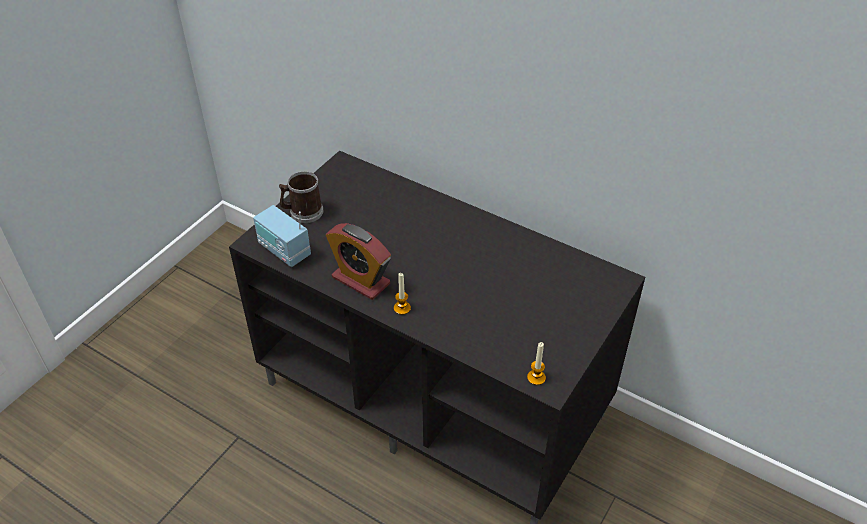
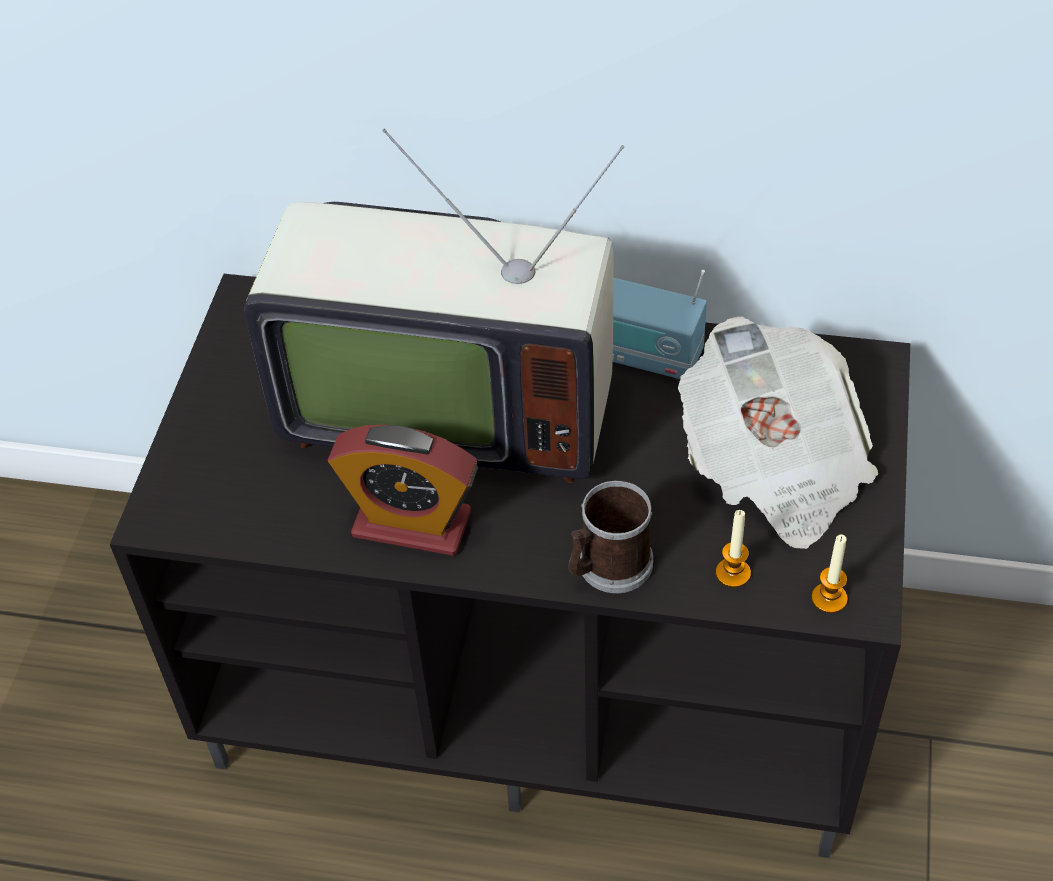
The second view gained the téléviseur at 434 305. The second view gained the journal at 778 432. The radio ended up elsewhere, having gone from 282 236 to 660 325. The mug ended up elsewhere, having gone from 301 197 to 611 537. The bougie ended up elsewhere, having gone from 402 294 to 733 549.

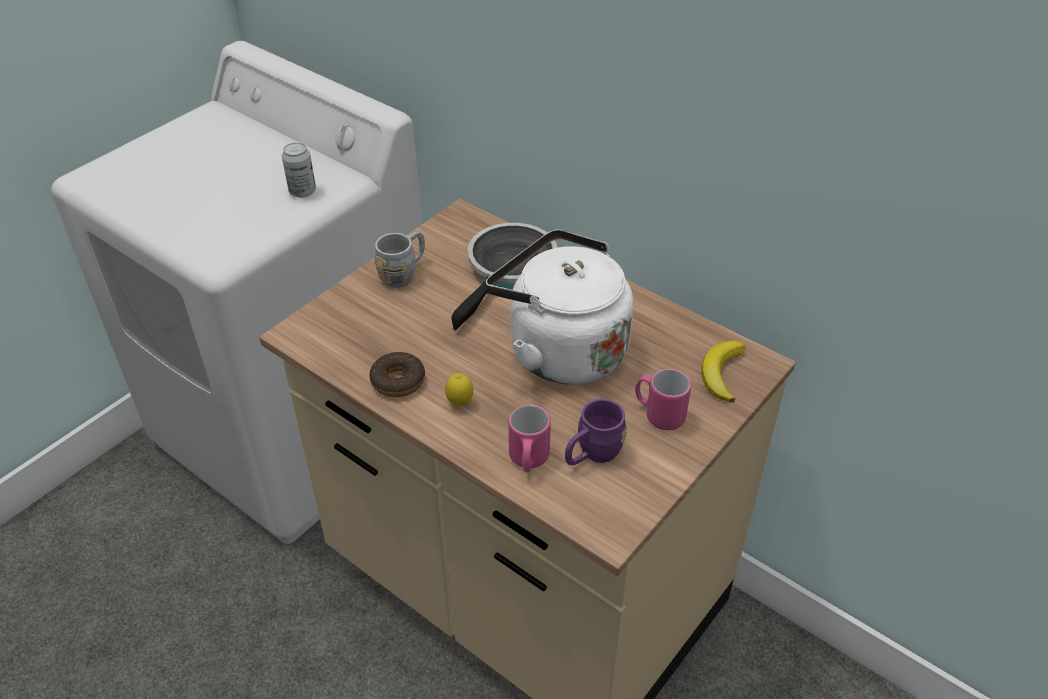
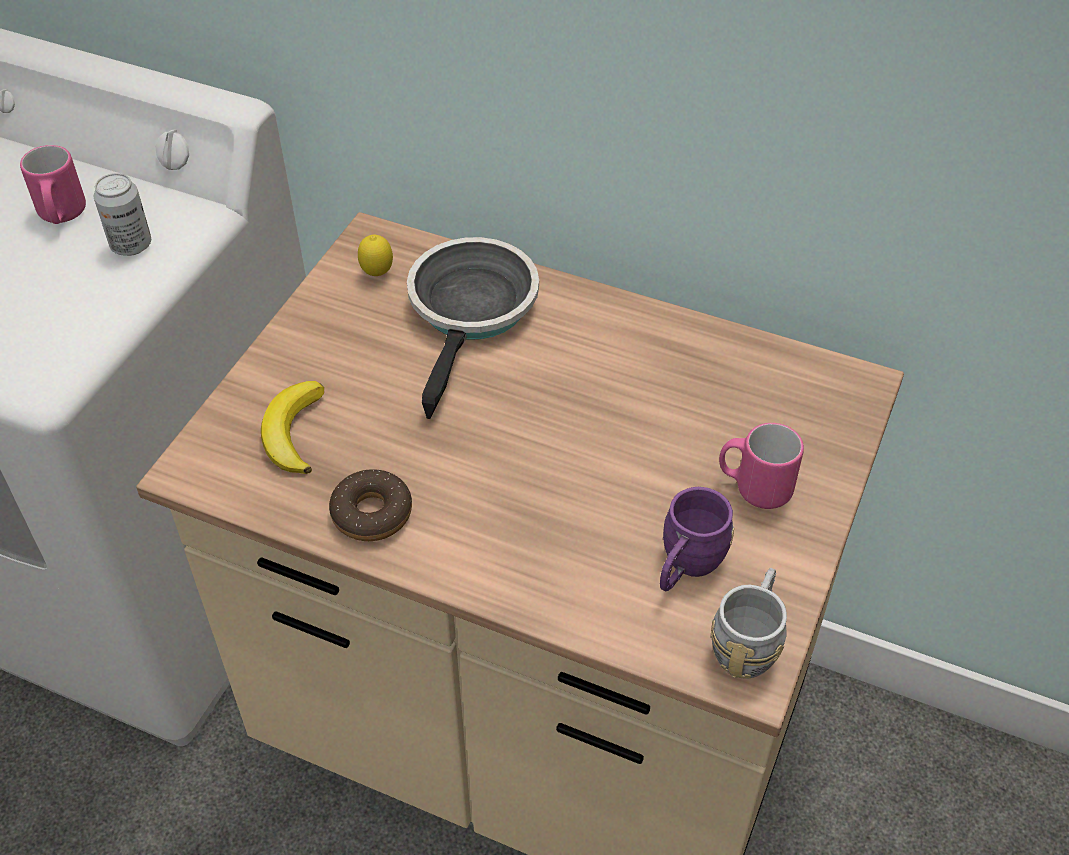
The second view lost the bouilloire/blanc at 559 307. The mug/gris ended up elsewhere, having gone from 399 259 to 749 623. The citron ended up elsewhere, having gone from 459 389 to 375 255. The mug/rose ended up elsewhere, having gone from 529 438 to 53 184. The banane ended up elsewhere, having gone from 723 372 to 292 427.

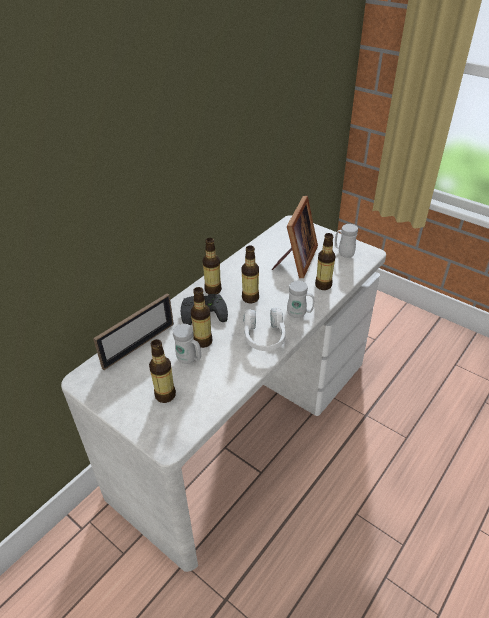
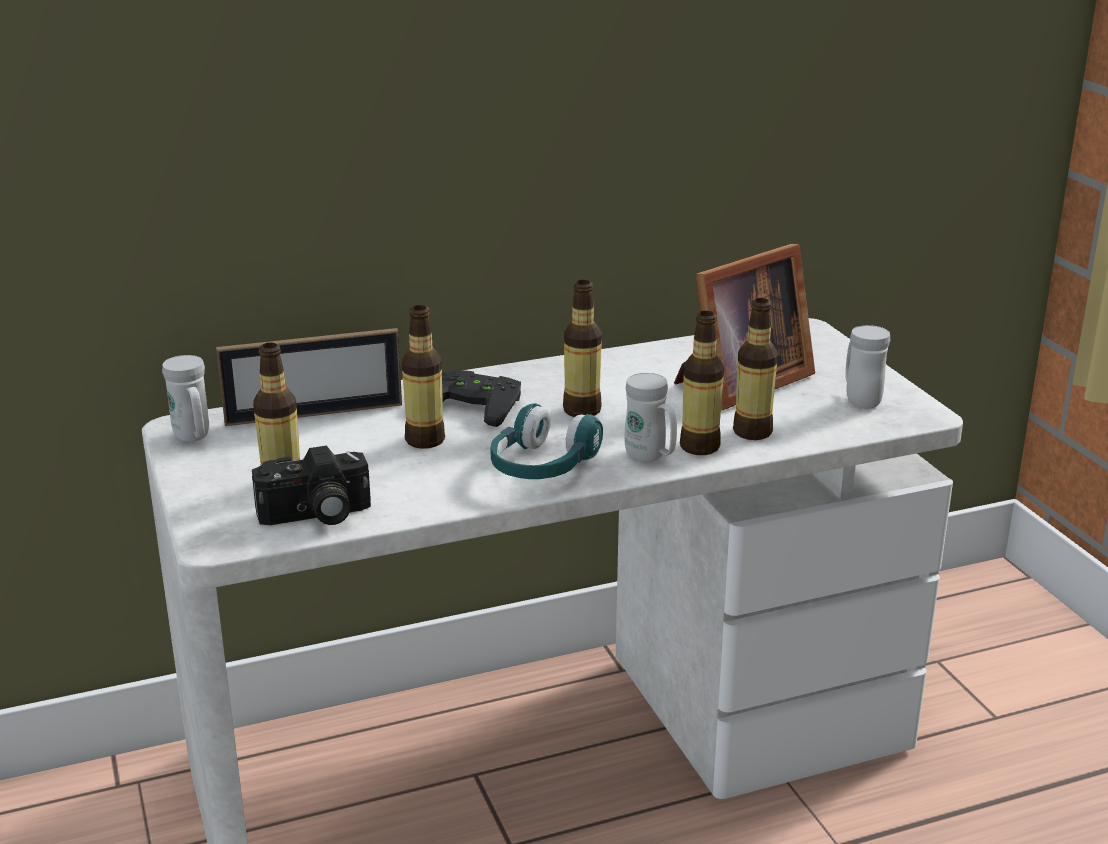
The second view gained the appareil photo at 311 485. The mug/blanc ended up elsewhere, having gone from 187 344 to 185 398. The bouteille ended up elsewhere, having gone from 212 266 to 702 383. What was the casque audio/blanc at 264 329 turned into the casque audio/turquoise at 546 441.

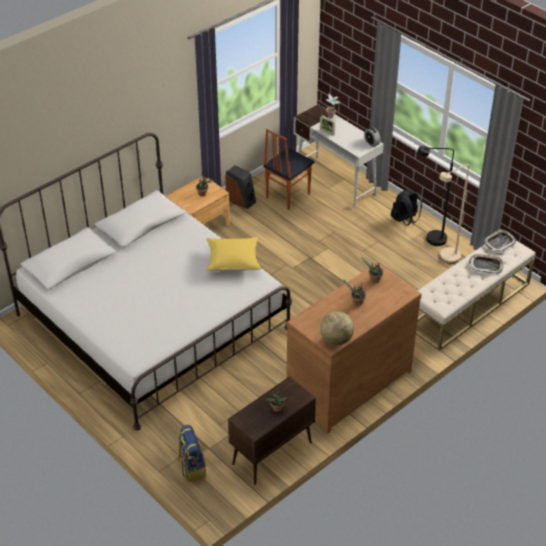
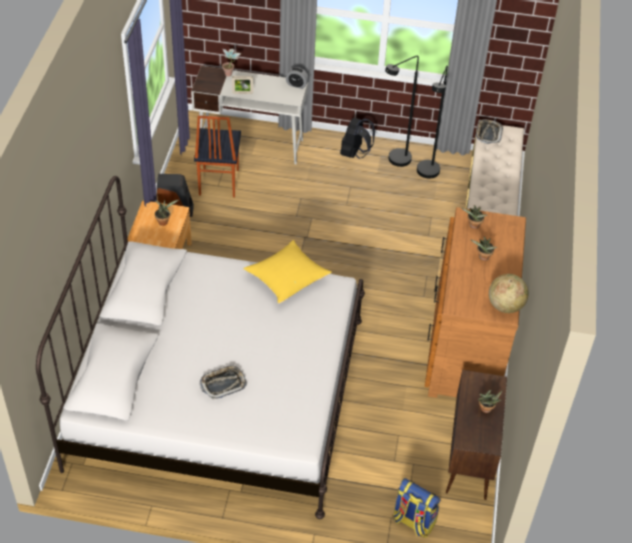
The plateau ended up elsewhere, having gone from 486 264 to 223 382. What was the lampadaire/beige at 454 214 turned into the lampadaire/noir at 432 122.

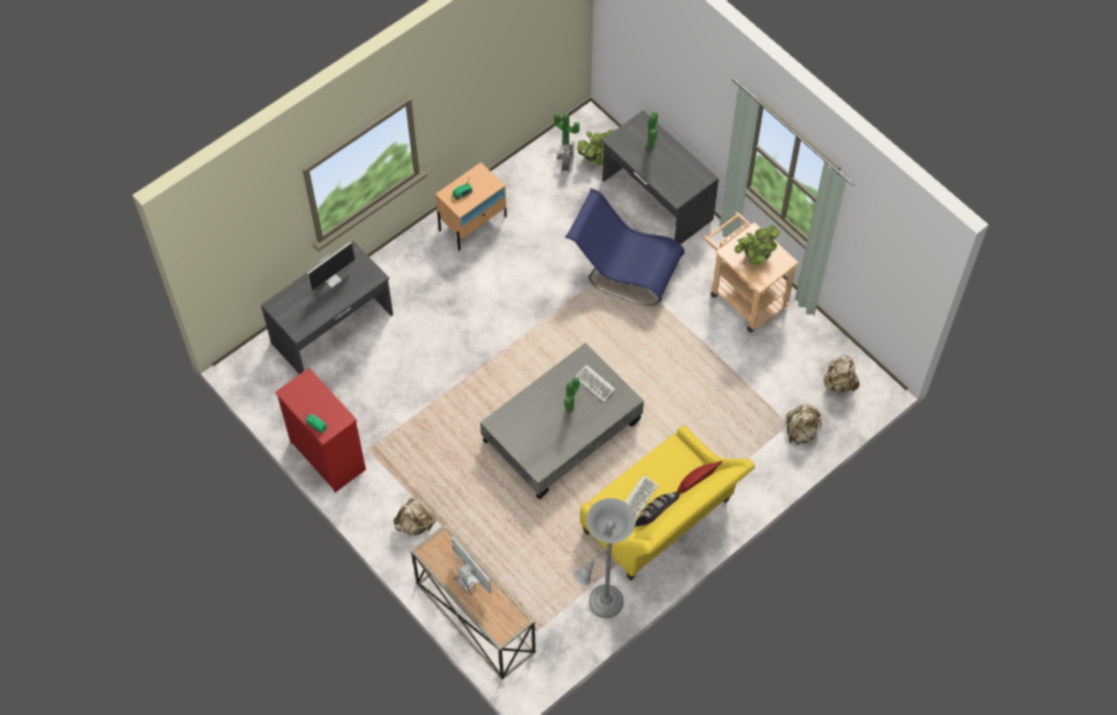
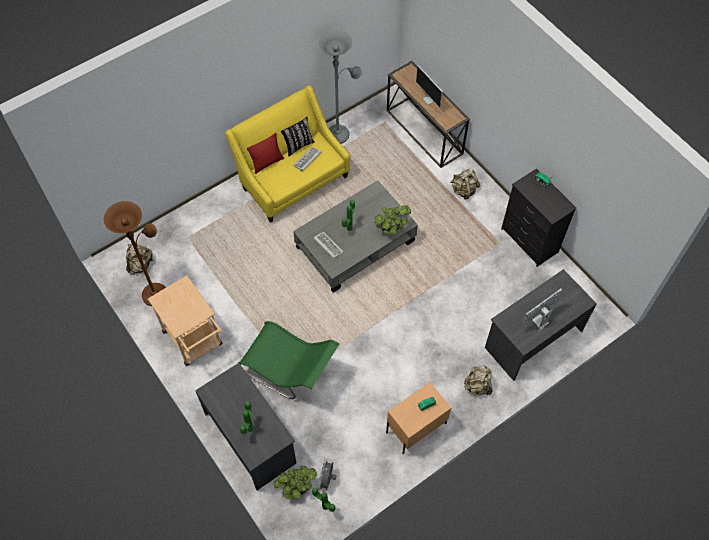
The second view gained the lampadaire/marron at 135 253. The plante en pot ended up elsewhere, having gone from 757 245 to 393 220. The sac à dos/beige ended up elsewhere, having gone from 804 425 to 478 380. What was the commode/rouge at 320 430 turned into the commode/noir at 539 217. What was the chaise/bleu at 625 247 turned into the chaise/vert at 288 360.

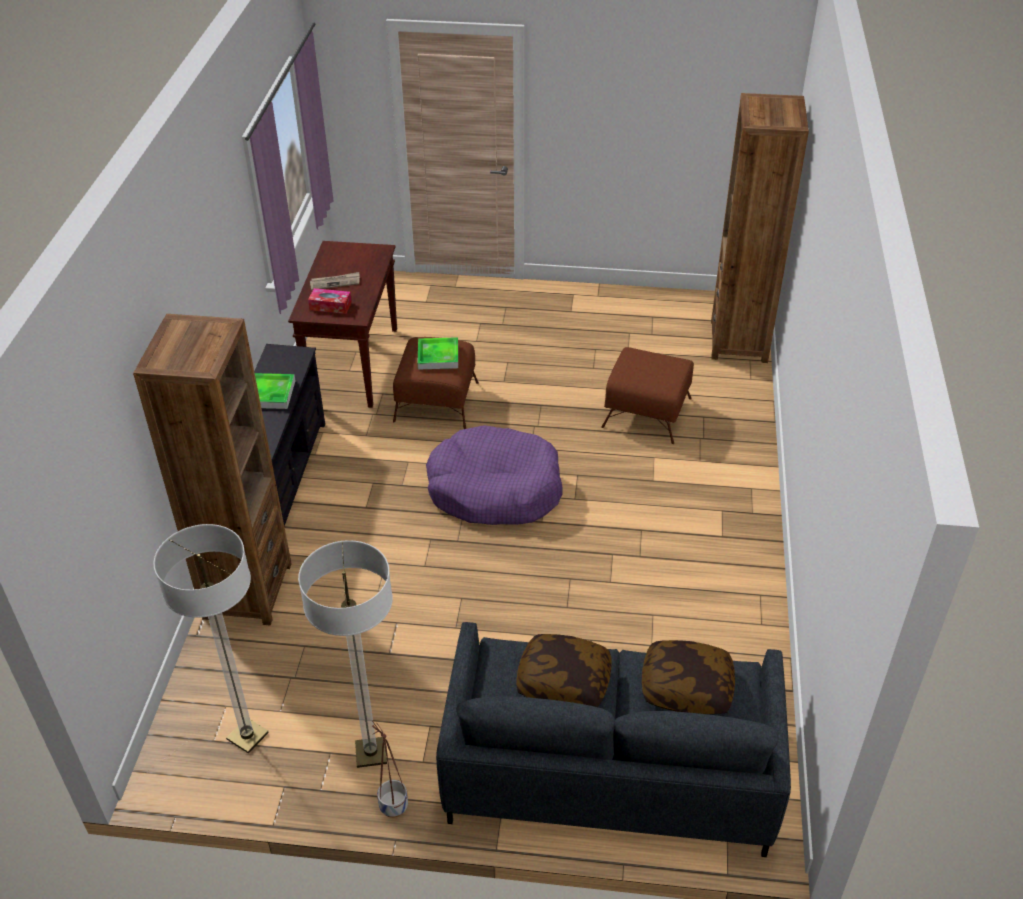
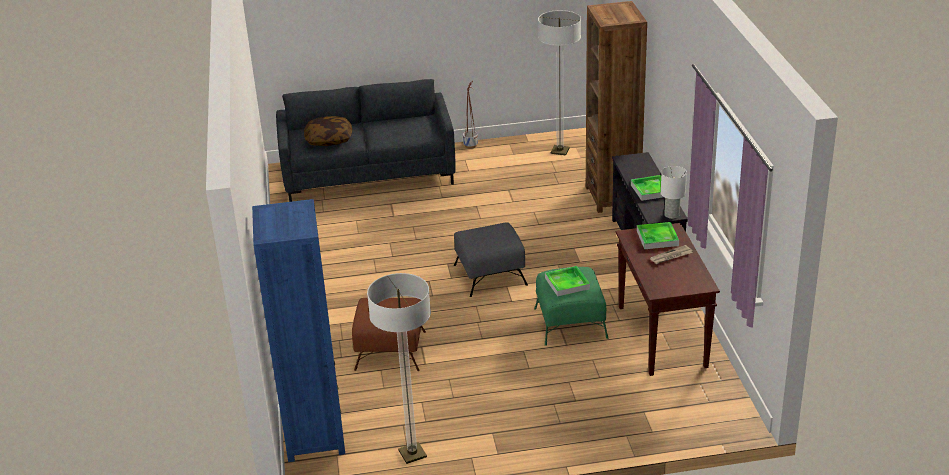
The second view lost the coussin at 564 670. The second view gained the lampe de table/blanc at 674 192. The lampadaire ended up elsewhere, having gone from 345 654 to 399 368. Where the boîte à mouchoirs stood at 330 301, the plateau came to stand at 658 235. Where the panier pour chien/violet stood at 494 475, the pouf/gris came to stand at 491 259. What was the pouf/marron at 436 383 turned into the pouf/vert at 571 306. What was the bibliothèque/marron at 760 228 turned into the bibliothèque/bleu at 298 330.

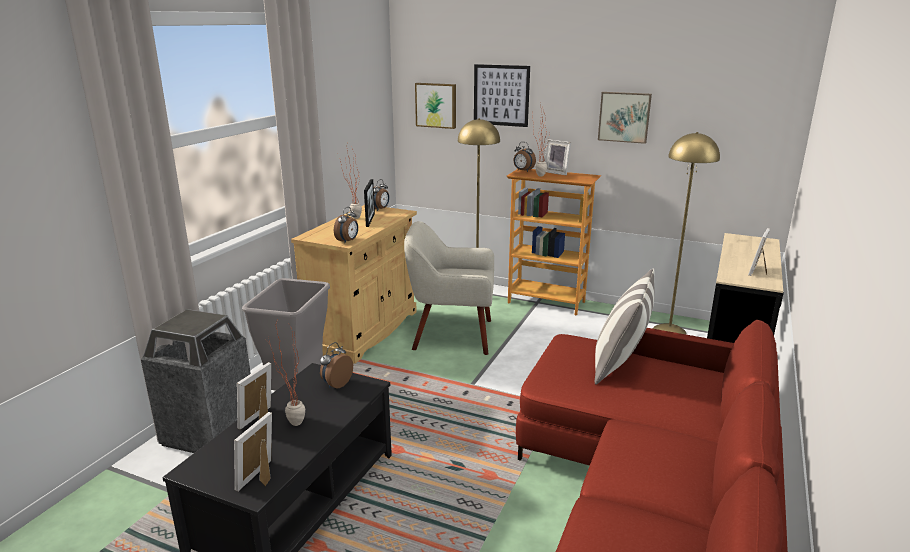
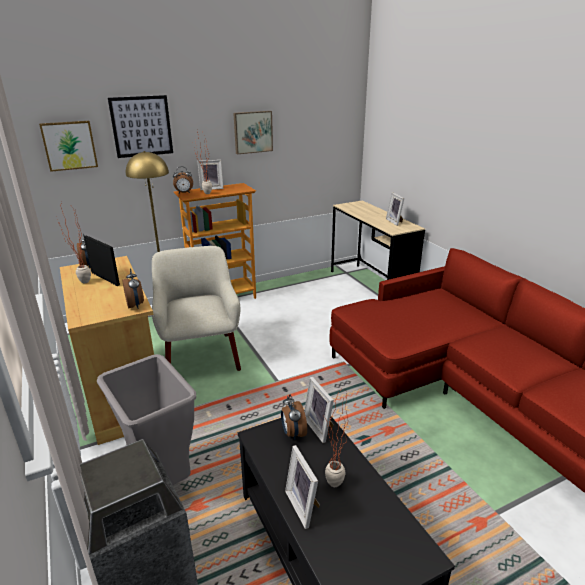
The second view lost the coussin at 625 327. The second view lost the lampadaire/jaune at 686 233. The cadre photo ended up elsewhere, having gone from 253 452 to 319 410. The fauteuil/beige at 449 288 ended up facing another way, 120 degrees clockwise from before.

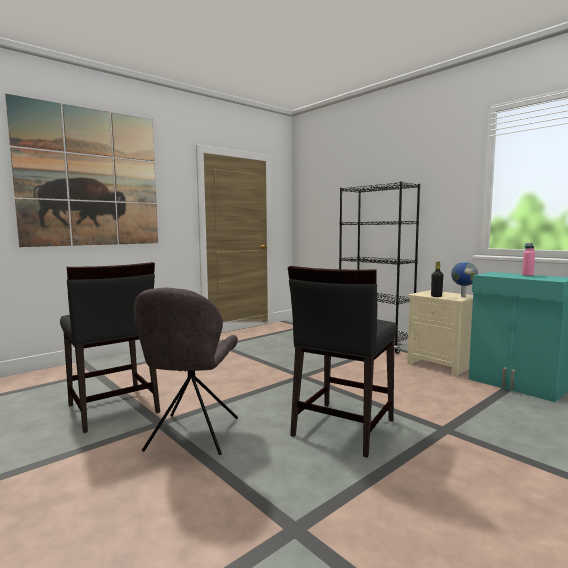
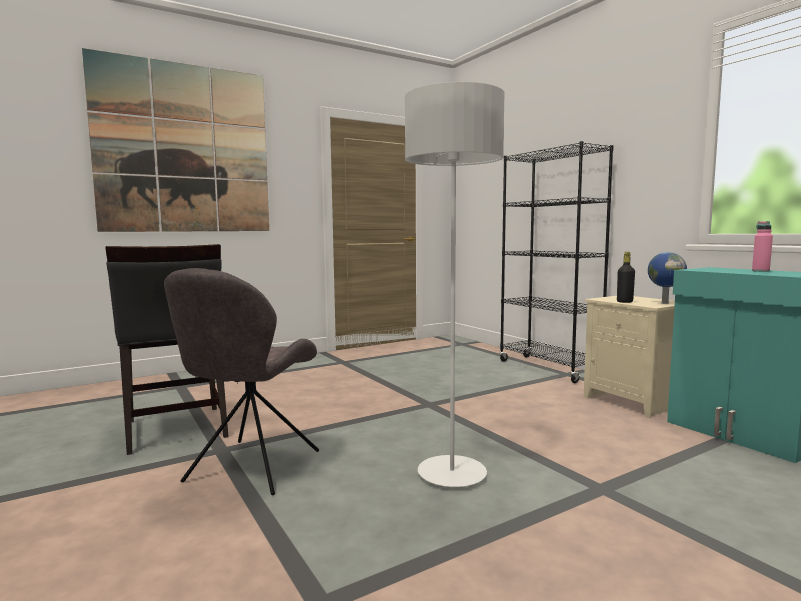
Where the chaise/noir stood at 342 362, the lampadaire/gris came to stand at 455 284.

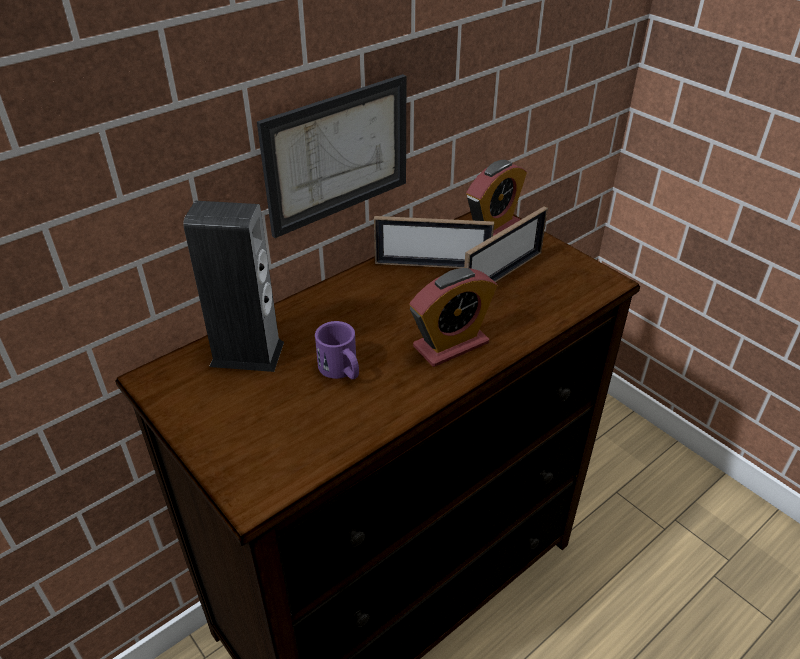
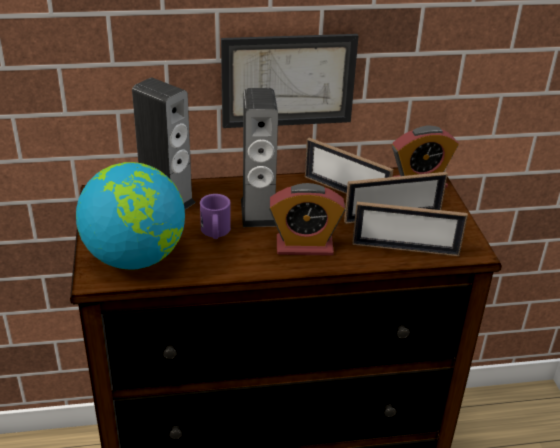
The second view gained the globe at 130 216. The second view gained the enceinte at 259 157. The second view gained the cadre photo at 410 229.

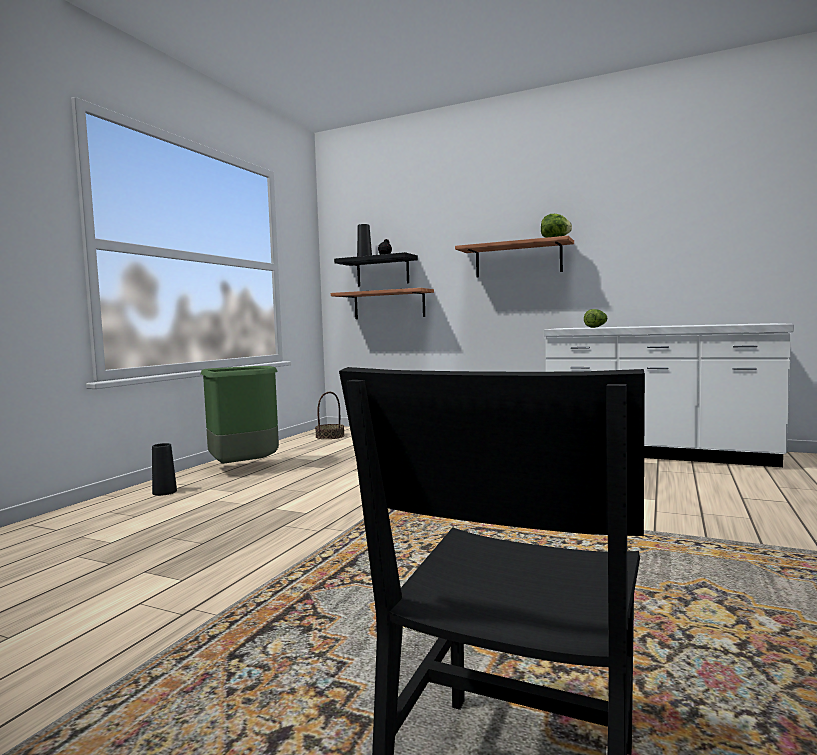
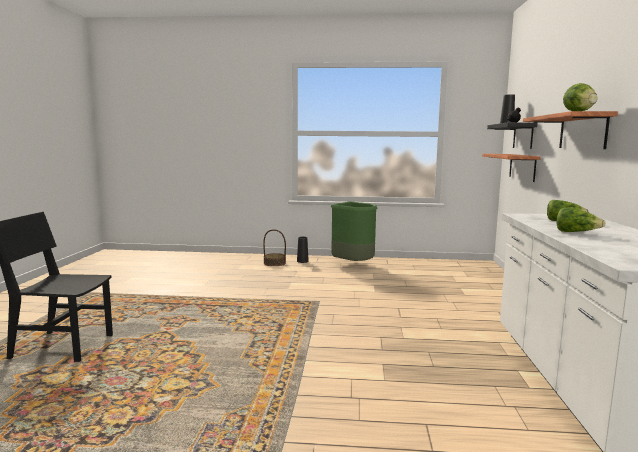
The second view gained the laitue at 581 219. The panier ended up elsewhere, having gone from 330 415 to 274 247.

